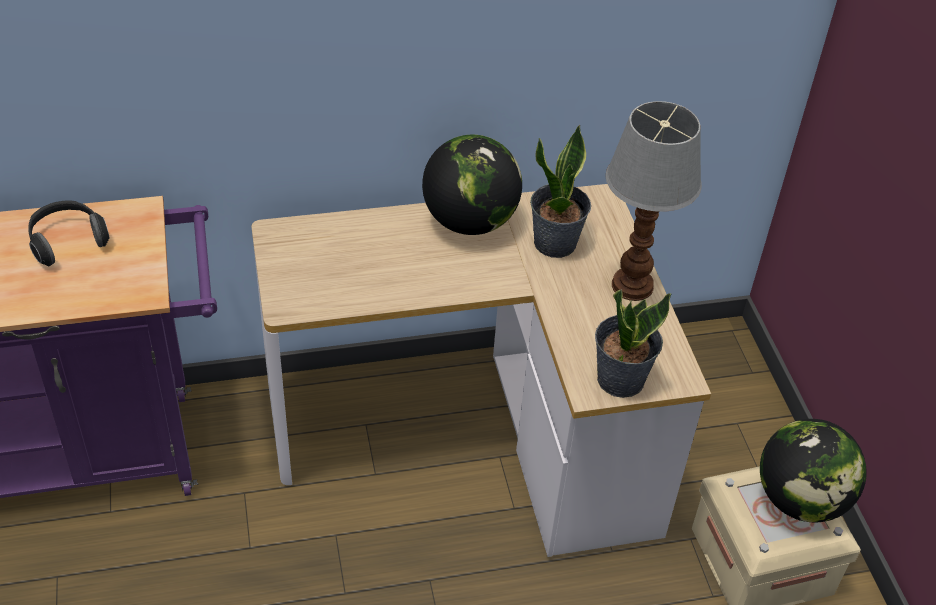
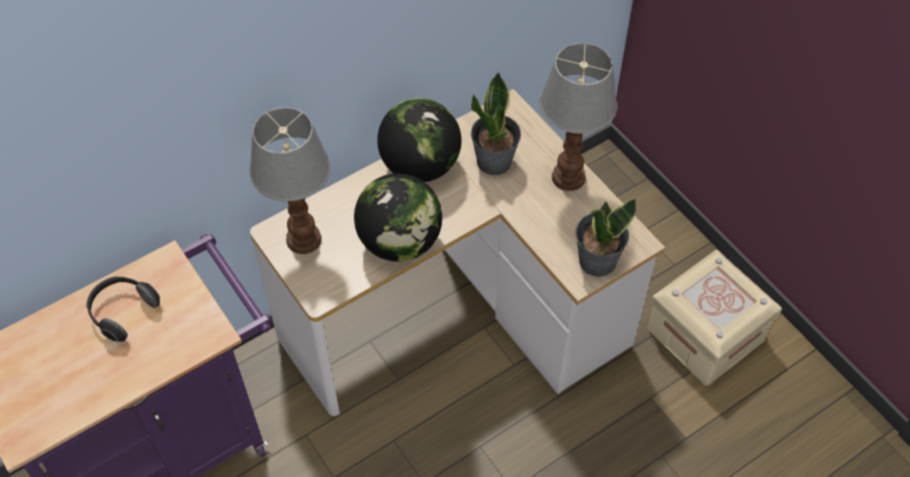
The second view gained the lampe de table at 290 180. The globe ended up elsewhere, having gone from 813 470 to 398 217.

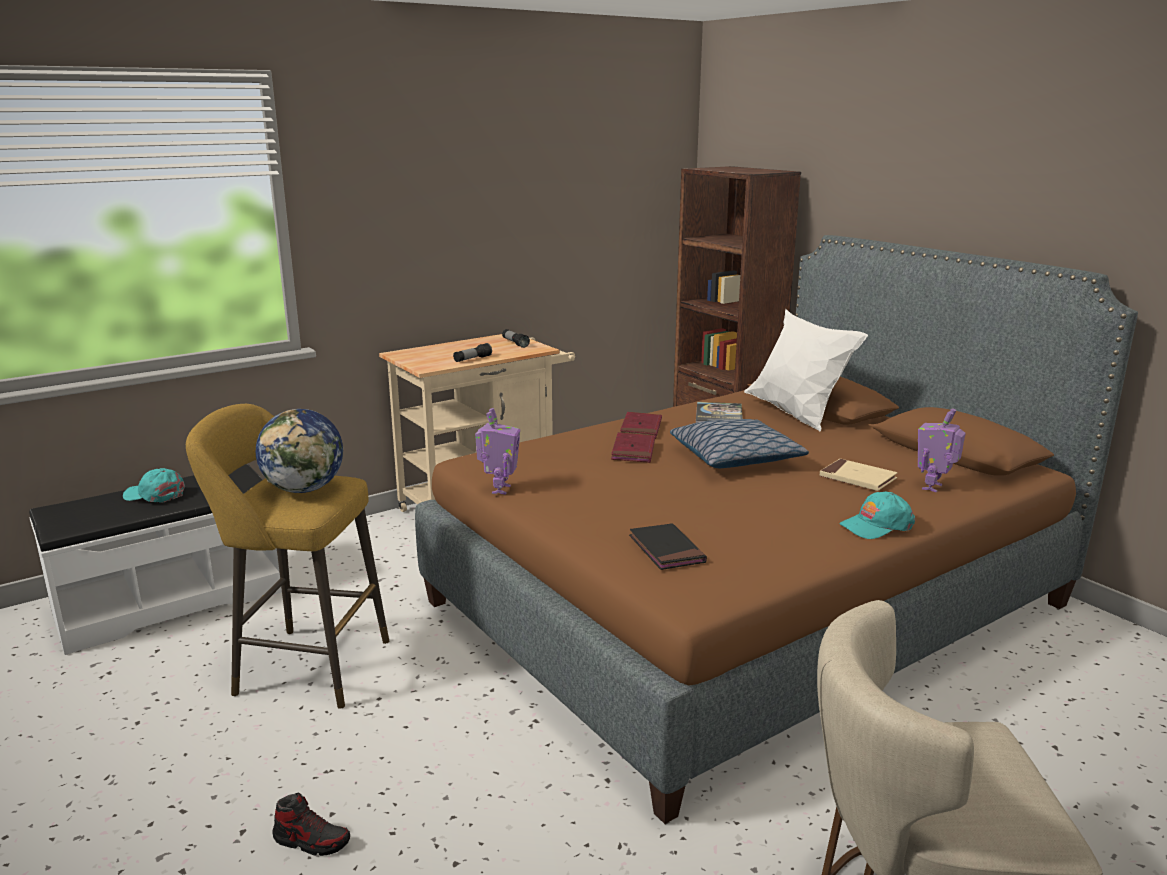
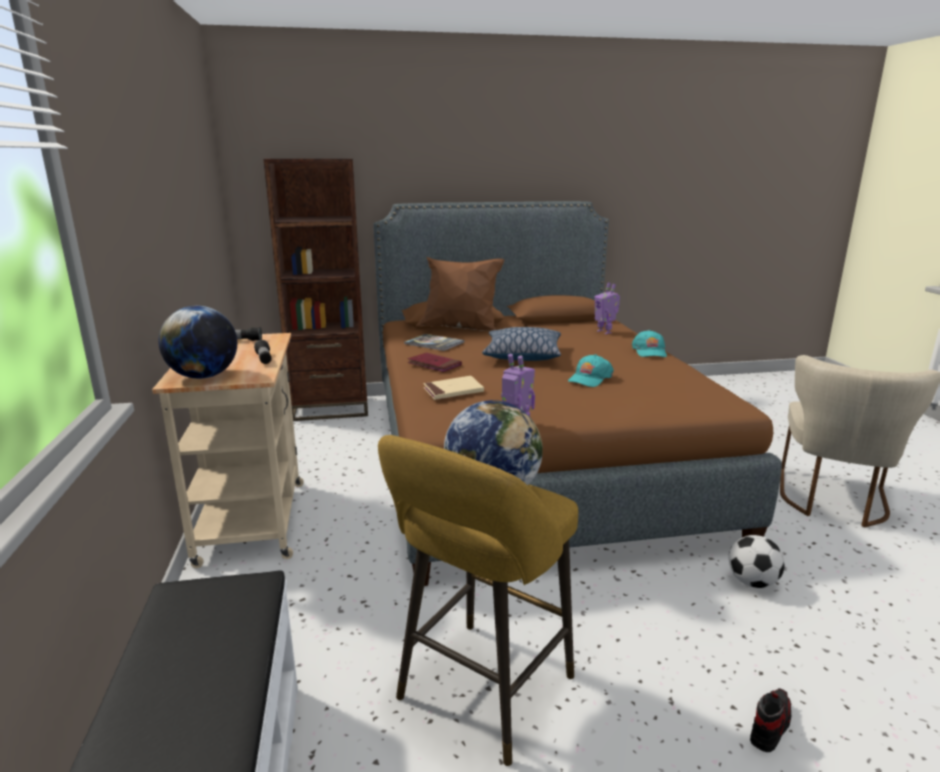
The second view lost the livre/rouge at 633 447. The second view lost the livre/noir at 668 546. The second view gained the globe at 197 342. The second view gained the ballon de foot at 757 561. The casquette/turquoise ended up elsewhere, having gone from 154 485 to 591 370. The livre/beige ended up elsewhere, having gone from 858 475 to 454 388. What was the coussin/blanc at 806 370 turned into the coussin/marron at 460 294.

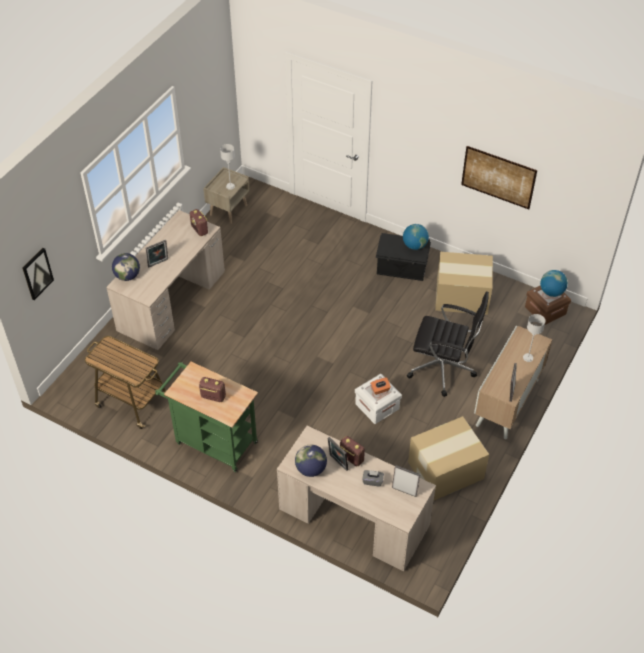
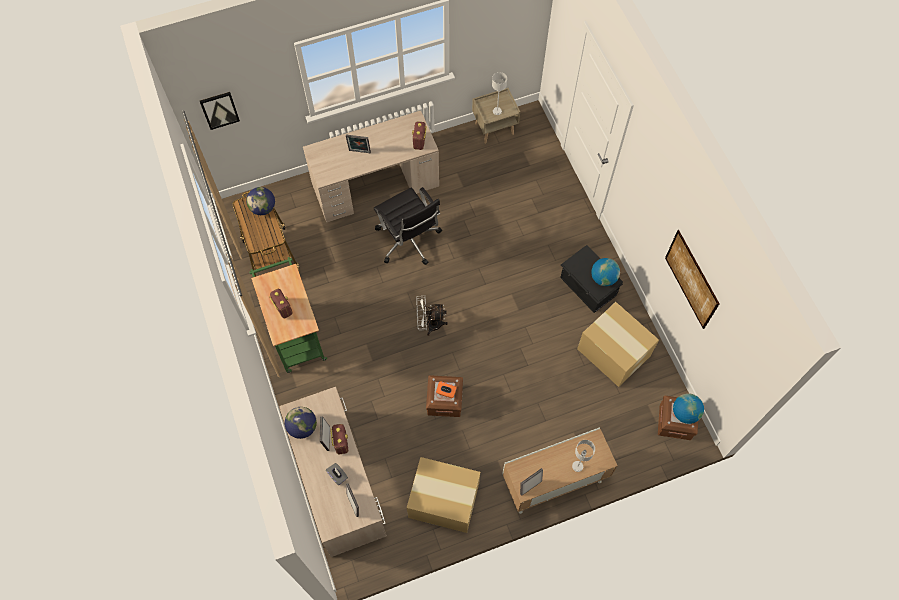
The second view gained the ventilateur/blanc at 432 316. The globe ended up elsewhere, having gone from 126 267 to 260 201. The chaise de bureau/noir ended up elsewhere, having gone from 448 344 to 408 226. What was the boîte de rangement/blanc at 378 399 turned into the boîte de rangement/marron at 444 396.

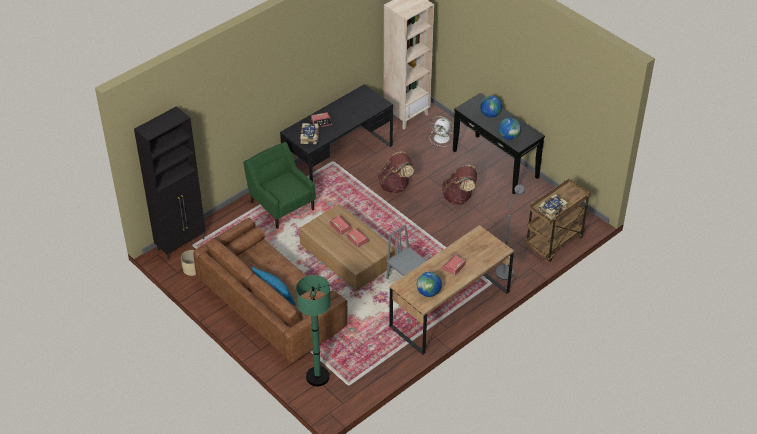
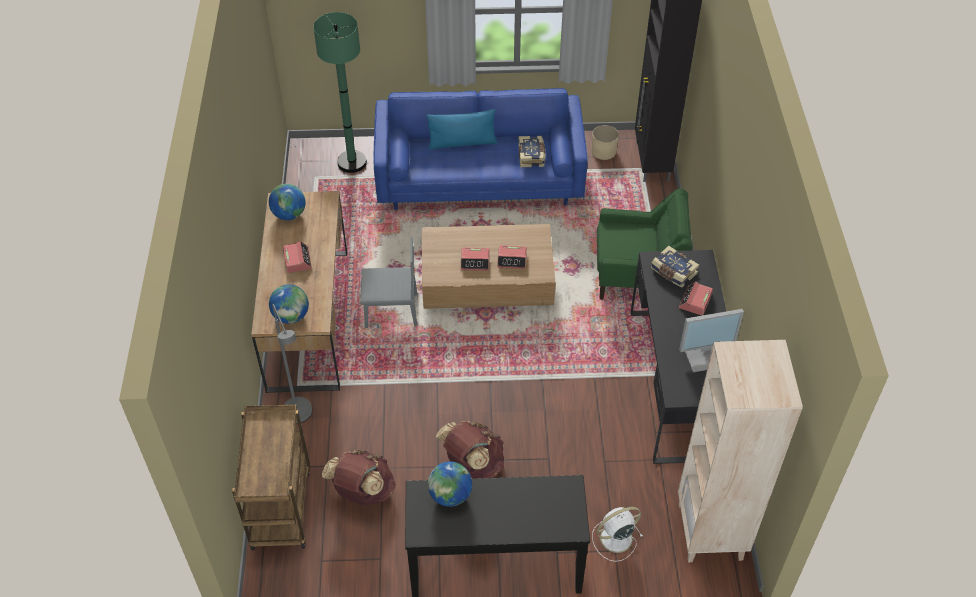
The second view gained the écran d'ordinateur at 711 340. The sac à dos/marron ended up elsewhere, having gone from 395 173 to 359 477. The globe ended up elsewhere, having gone from 491 106 to 289 304. The livre ended up elsewhere, having gone from 553 206 to 532 152. What was the canapé/marron at 270 290 turned into the canapé/bleu at 481 149.

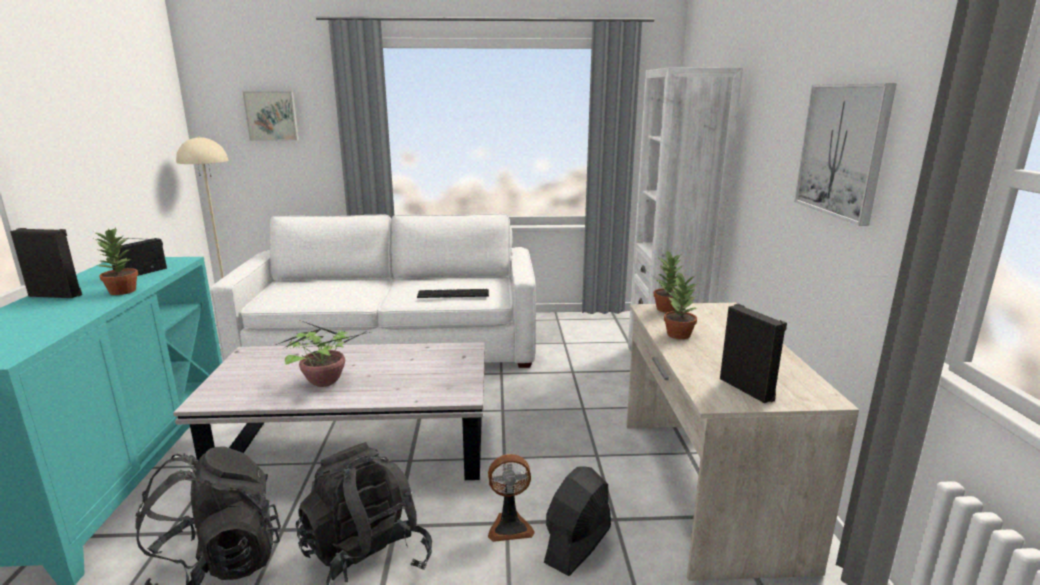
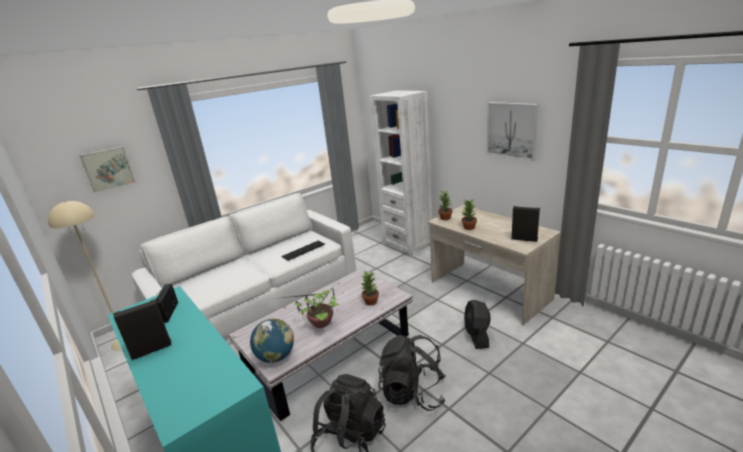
The second view lost the ventilateur at 511 498. The second view gained the globe at 272 340. The plante en pot ended up elsewhere, having gone from 116 261 to 370 287.

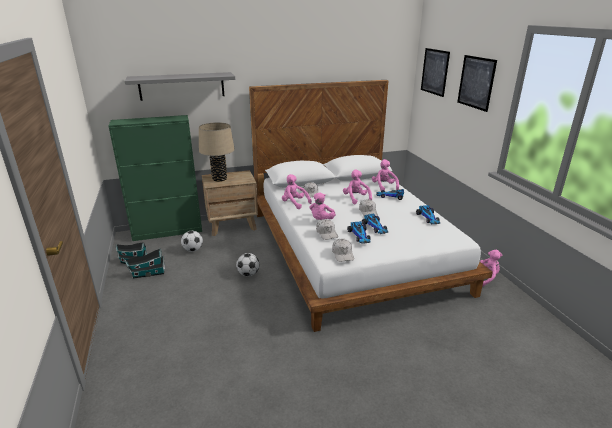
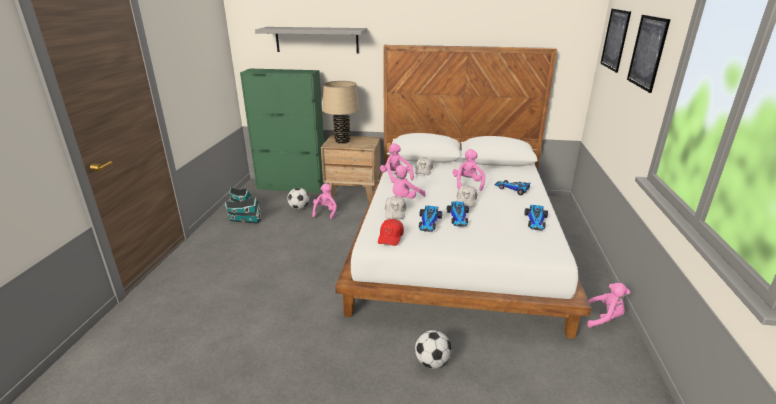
The ballon de foot ended up elsewhere, having gone from 248 264 to 433 349. The peluche/rose ended up elsewhere, having gone from 385 175 to 324 201. What was the casquette/blanc at 343 250 turned into the casquette/rouge at 391 232.

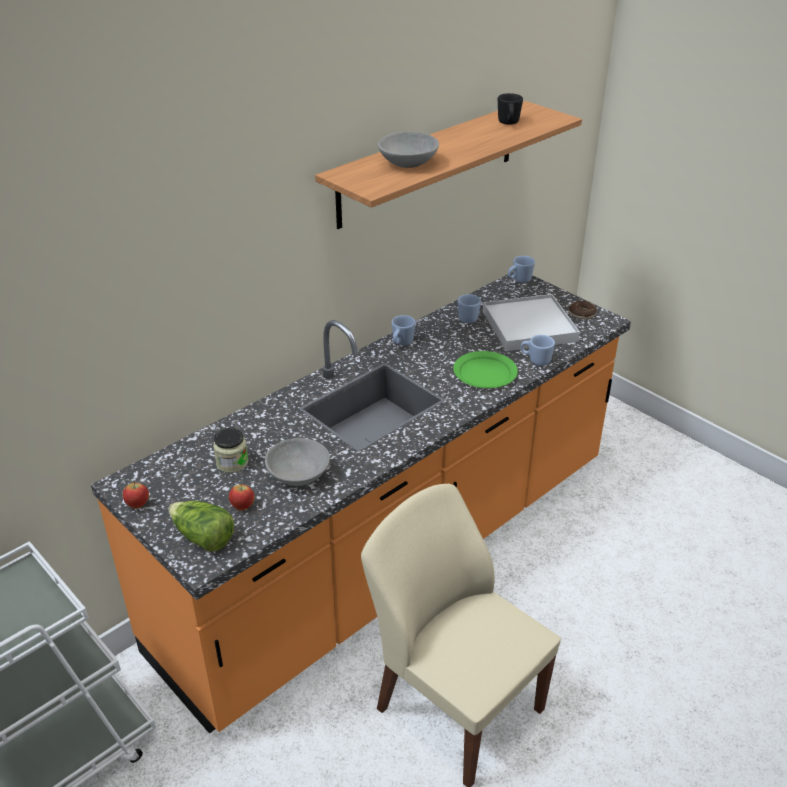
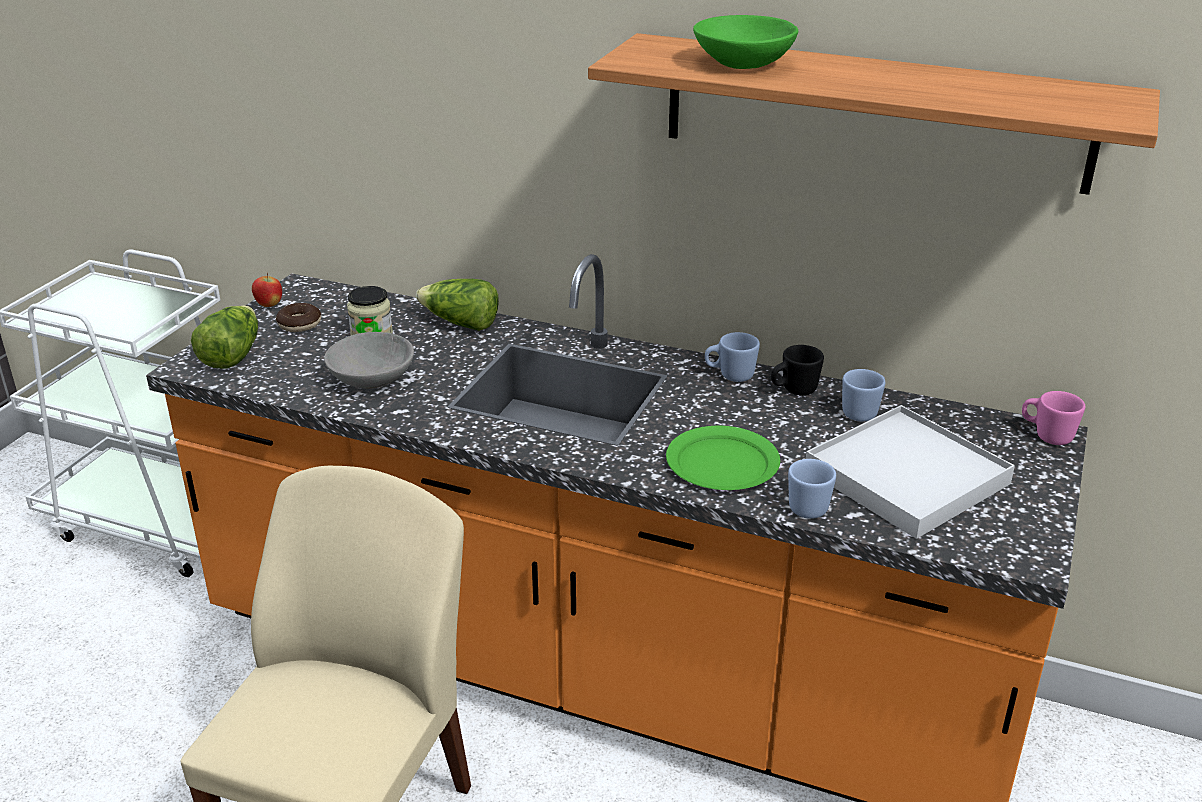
The second view lost the pomme at 242 497. The second view gained the laitue at 457 305. The mug/noir ended up elsewhere, having gone from 510 109 to 797 370. The beignet ended up elsewhere, having gone from 583 310 to 298 317. What was the bol/gris at 408 149 turned into the bol/vert at 745 42. What was the mug/bleu at 521 269 turned into the mug/rose at 1053 418.

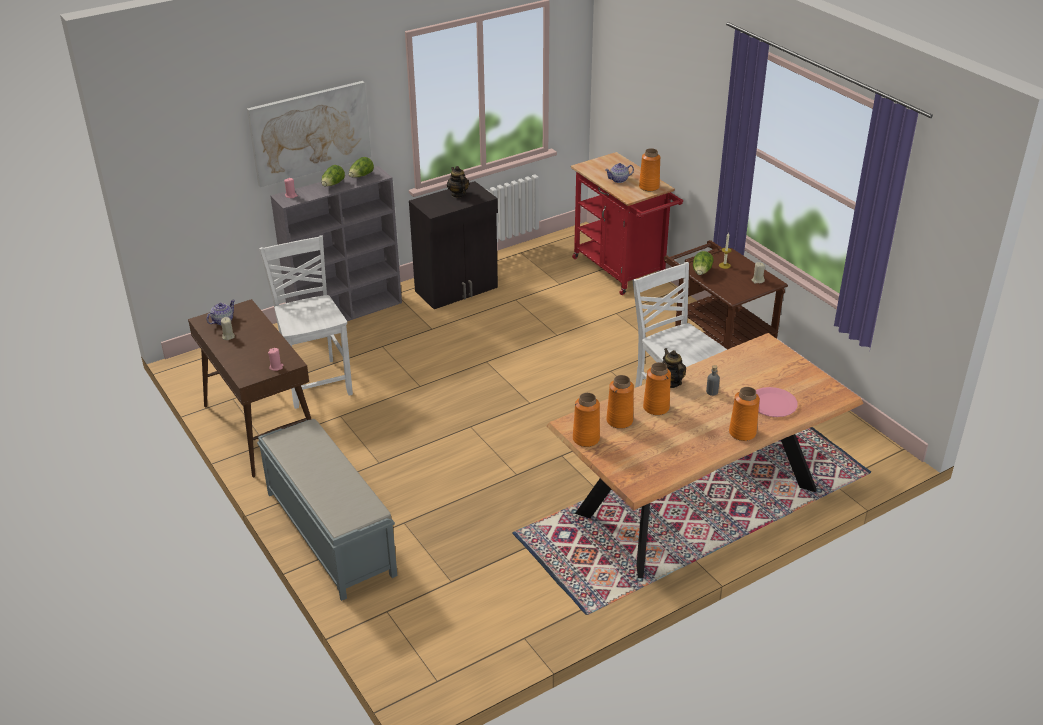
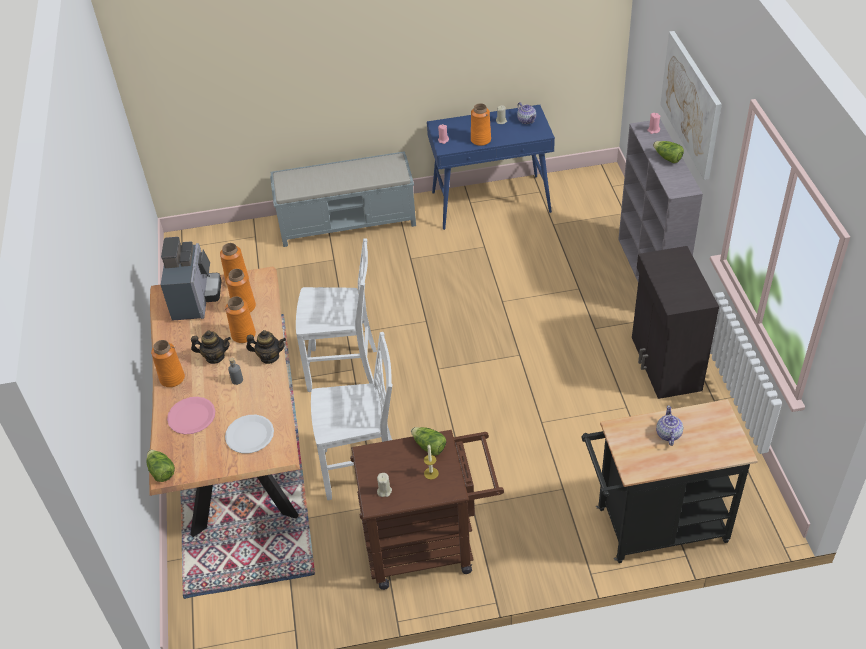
The second view gained the machine à café at 191 279. The second view gained the assiette/blanc at 249 434. The chaise/blanc ended up elsewhere, having gone from 306 322 to 336 315. The laitue ended up elsewhere, having gone from 361 167 to 161 466. The théière ended up elsewhere, having gone from 458 182 to 211 347. The vase/orange ended up elsewhere, having gone from 649 169 to 481 124. What was the table console/marron at 249 388 turned into the table console/bleu at 491 167. What was the chariot/rouge at 627 223 turned into the chariot/noir at 669 481.

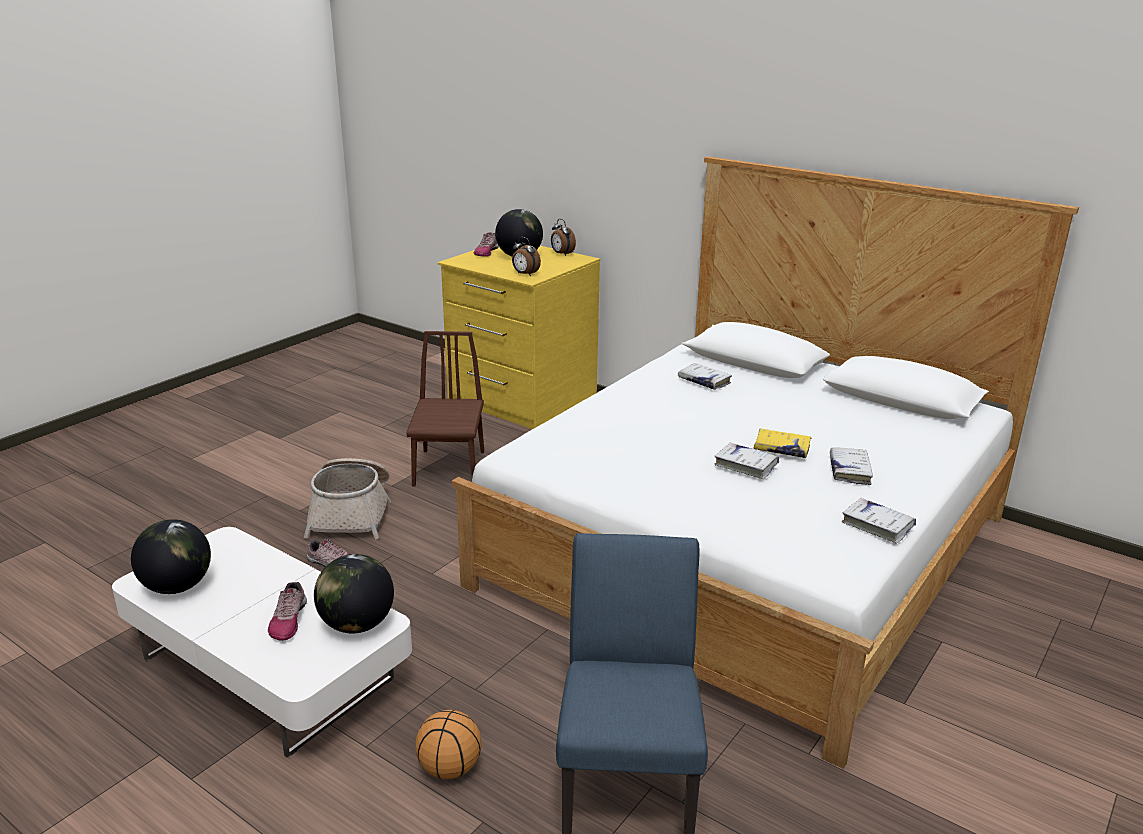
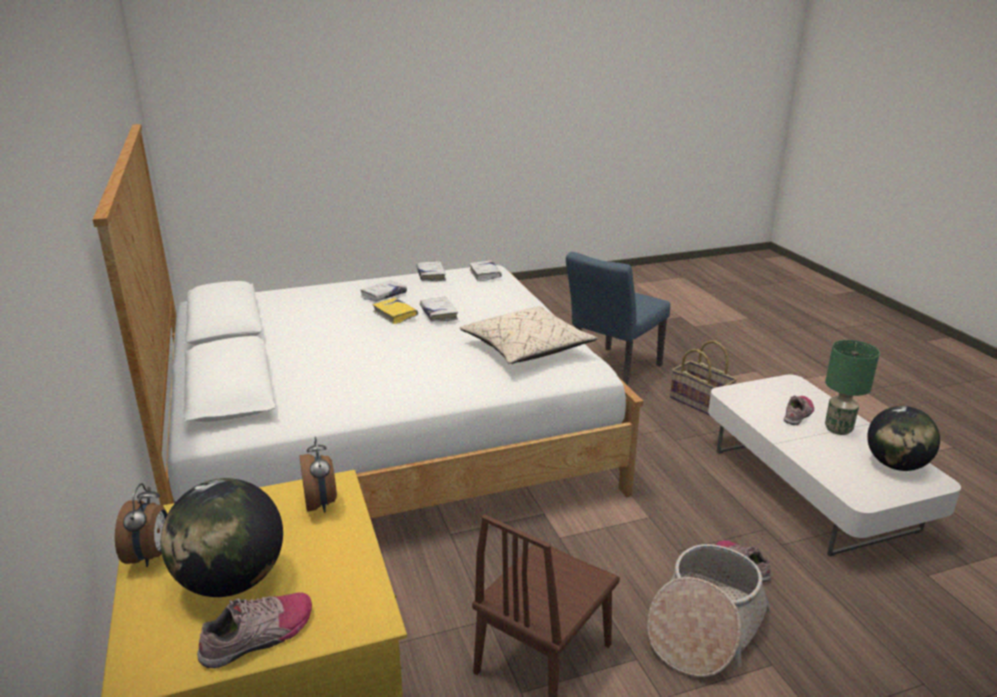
The second view lost the globe at 354 593. The second view gained the coussin/beige at 529 335. The second view gained the lampe de table/vert at 852 387. The livre/blanc ended up elsewhere, having gone from 705 376 to 485 270. Where the ballon de basket stood at 448 744, the panier came to stand at 703 377.

